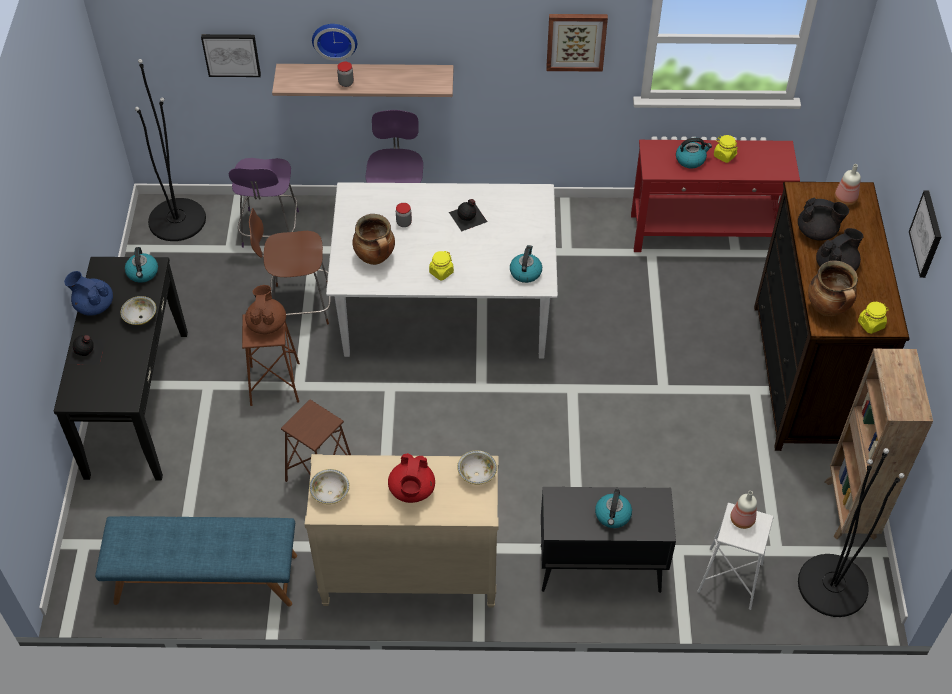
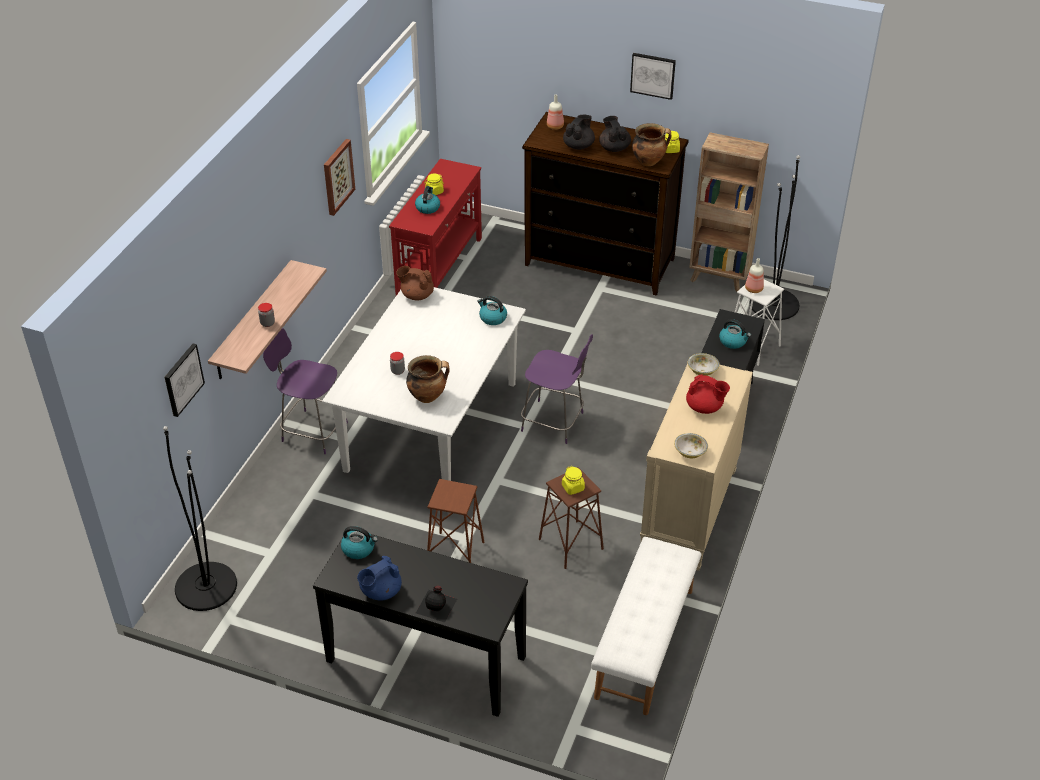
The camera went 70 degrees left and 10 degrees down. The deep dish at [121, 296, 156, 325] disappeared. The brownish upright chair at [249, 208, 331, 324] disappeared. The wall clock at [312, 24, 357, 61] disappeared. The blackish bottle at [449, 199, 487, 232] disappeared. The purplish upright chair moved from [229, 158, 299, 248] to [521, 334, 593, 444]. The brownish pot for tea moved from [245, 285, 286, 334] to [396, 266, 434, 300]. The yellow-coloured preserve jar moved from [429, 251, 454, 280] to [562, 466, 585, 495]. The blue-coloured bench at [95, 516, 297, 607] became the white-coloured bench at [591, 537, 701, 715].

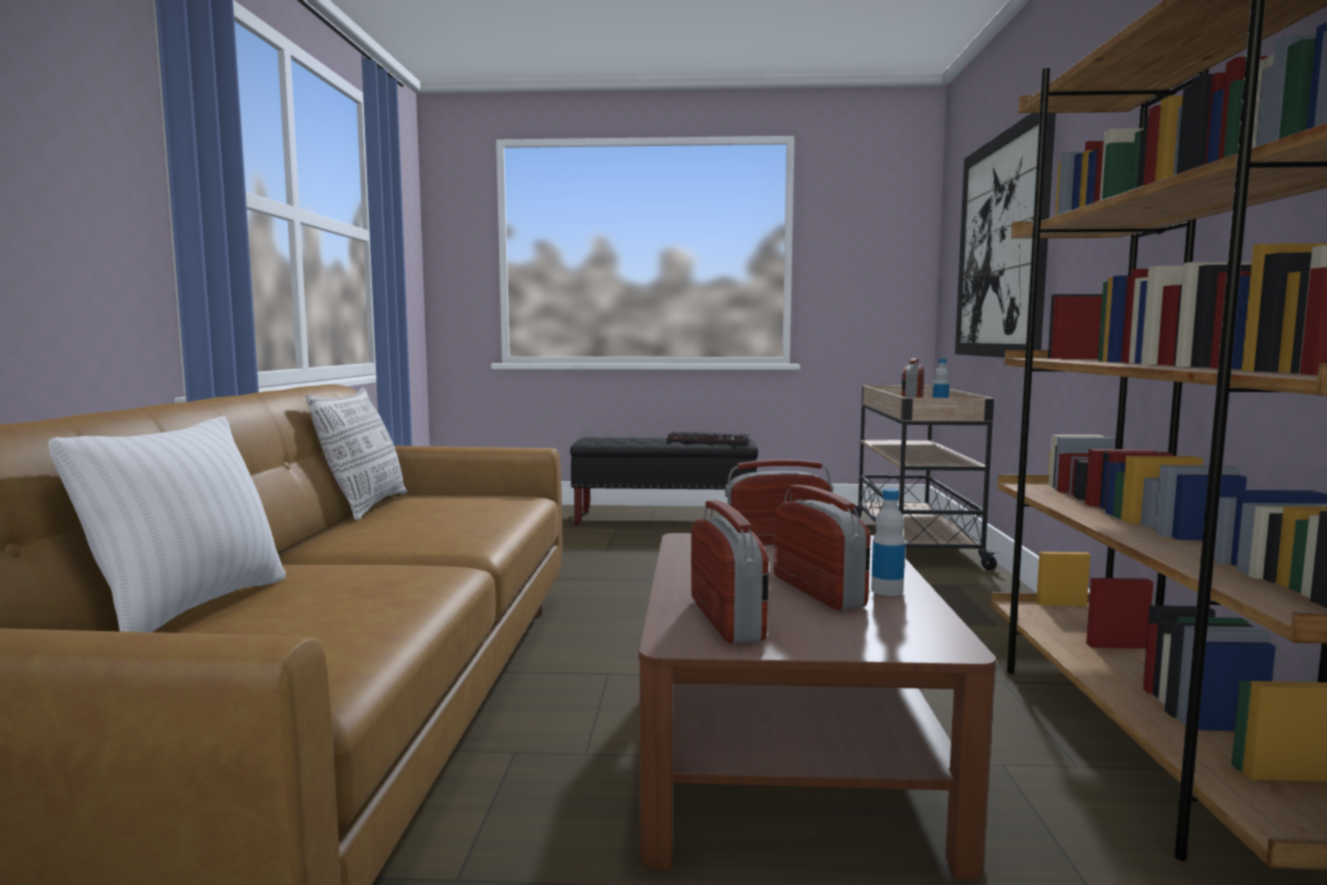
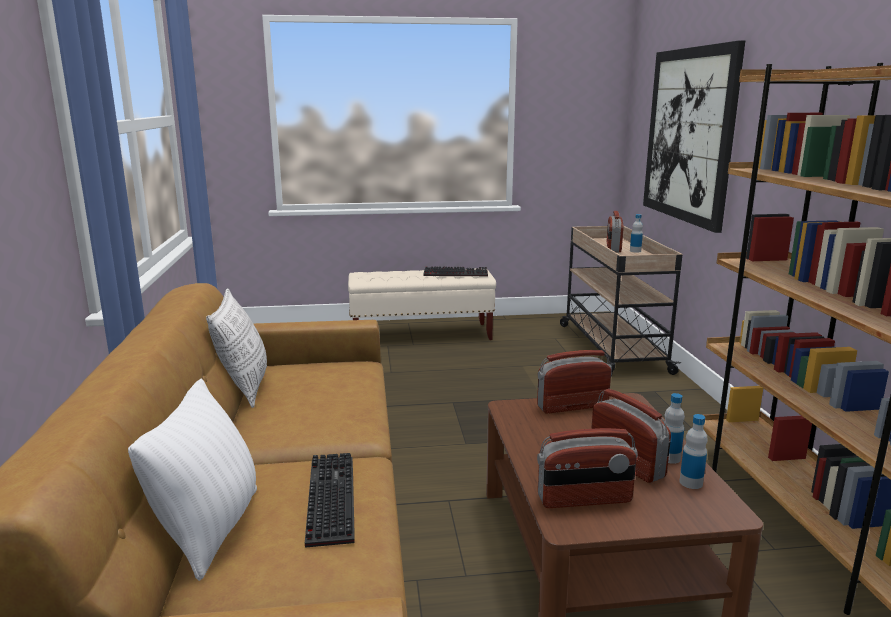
The camera went 10 degrees left and 10 degrees up. The PC keyboard at [305, 453, 355, 548] appeared. The bottle at [679, 414, 708, 489] appeared. The blackish bench at [570, 437, 758, 526] became the sand-coloured bench at [348, 268, 496, 340]. The radio receiver at [691, 500, 769, 643] turned 105 degrees clockwise.

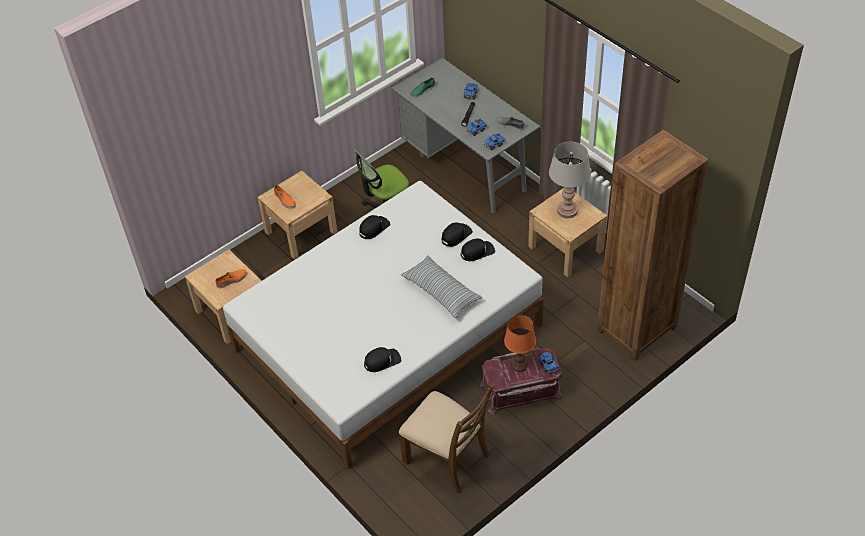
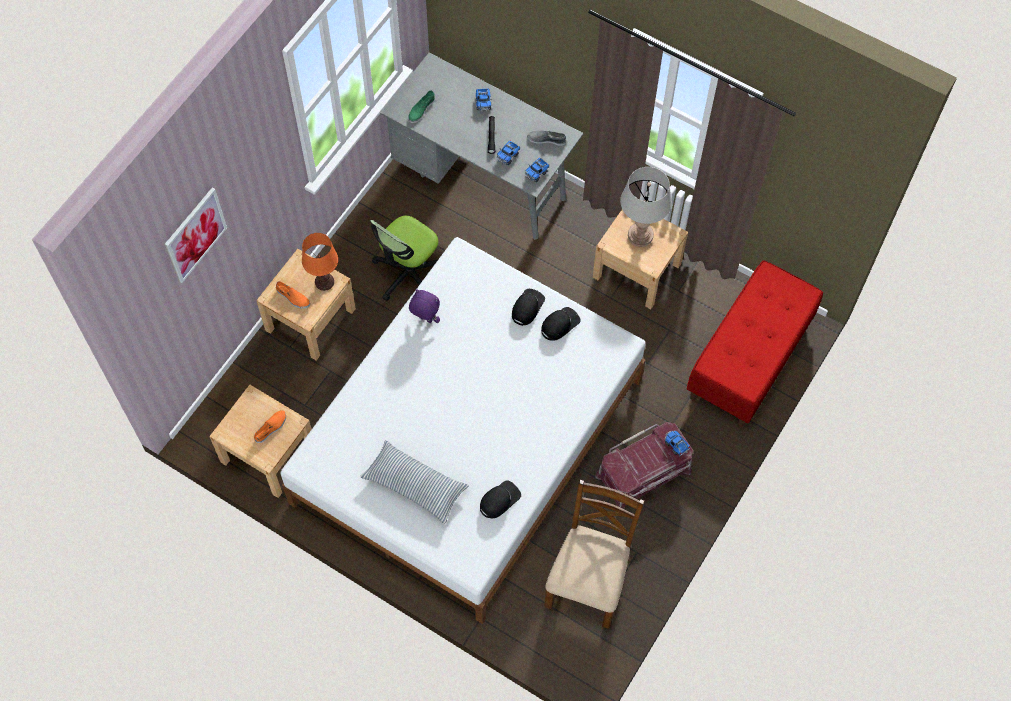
The camera went 20 degrees left and 15 degrees up. The wall art at [165, 187, 227, 283] appeared. The pillow moved from [401, 255, 482, 318] to [360, 440, 469, 524]. The orangey lamp for a table moved from [504, 315, 536, 372] to [302, 233, 338, 291]. The blackish peaked cap at [359, 215, 391, 239] was replaced by the purplish soft toy at [409, 289, 440, 323]. The brownish bookshelf at [597, 130, 709, 361] was replaced by the red bench at [687, 260, 823, 427]. The brownish upright chair at [399, 383, 494, 494] turned 90 degrees counterclockwise.

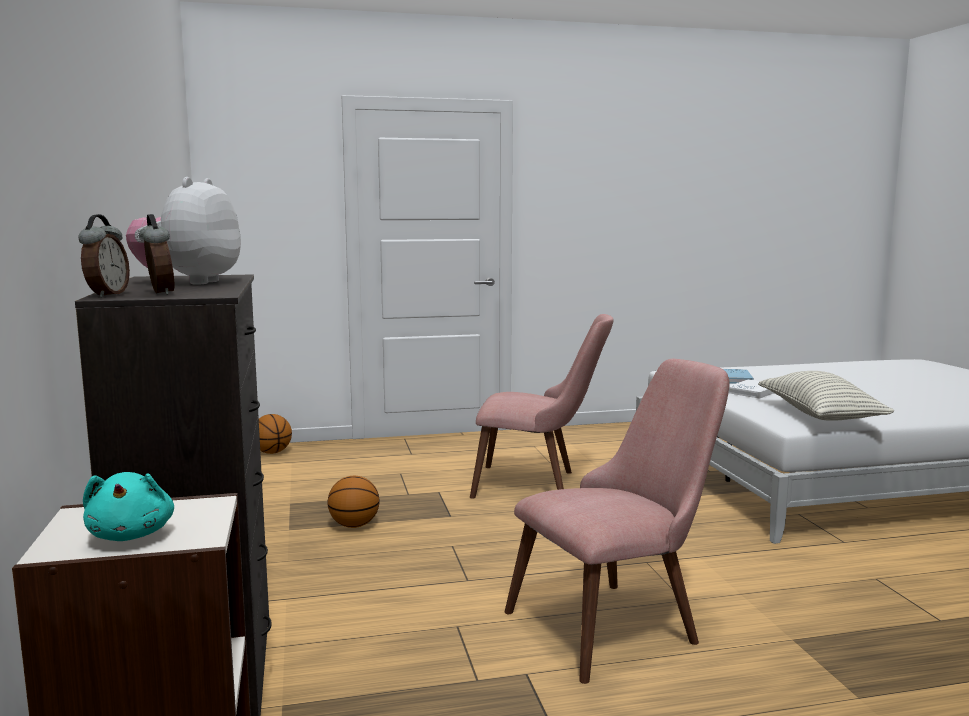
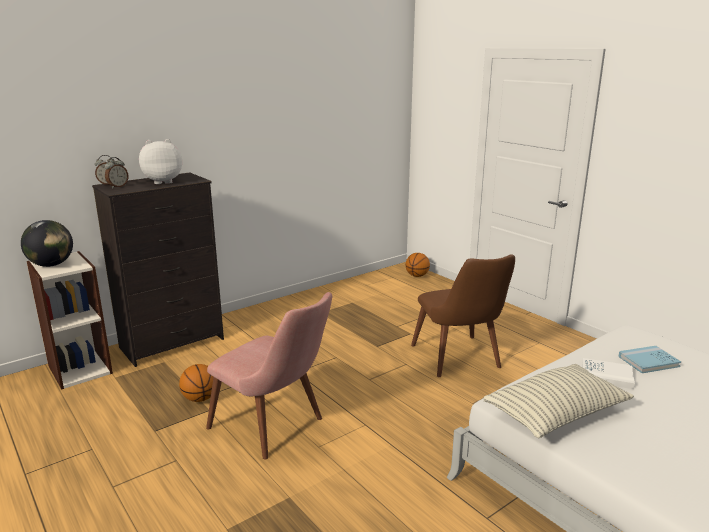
The camera went 65 degrees right and 10 degrees up. The basketball ball moved from [328, 476, 380, 528] to [179, 364, 213, 402]. The turquoise-coloured soft toy at [83, 472, 174, 541] was replaced by the globe at [21, 220, 73, 267]. The pinkish upright chair at [470, 314, 613, 498] became the brownish upright chair at [411, 254, 515, 377].

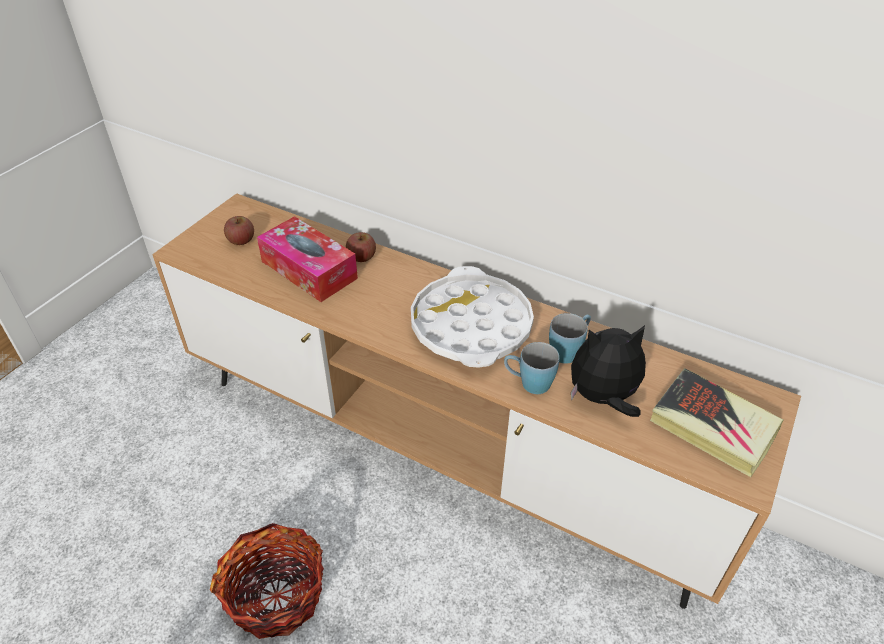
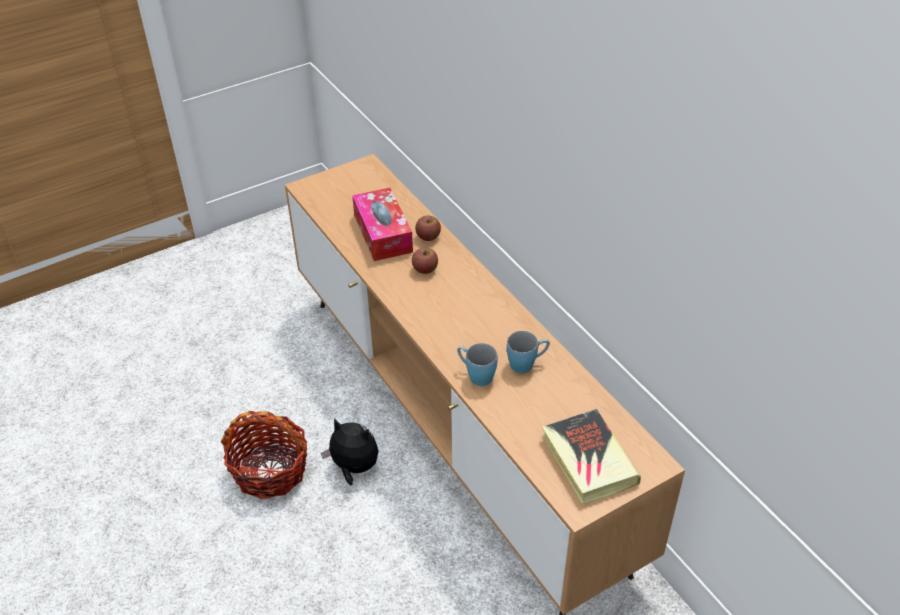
The camera went 30 degrees right and 0 degrees up. The white-coloured serving tray at [411, 266, 534, 367] disappeared. The apple fruit moved from [224, 216, 254, 245] to [412, 247, 438, 274]. The soft toy moved from [571, 325, 646, 417] to [321, 418, 379, 486].

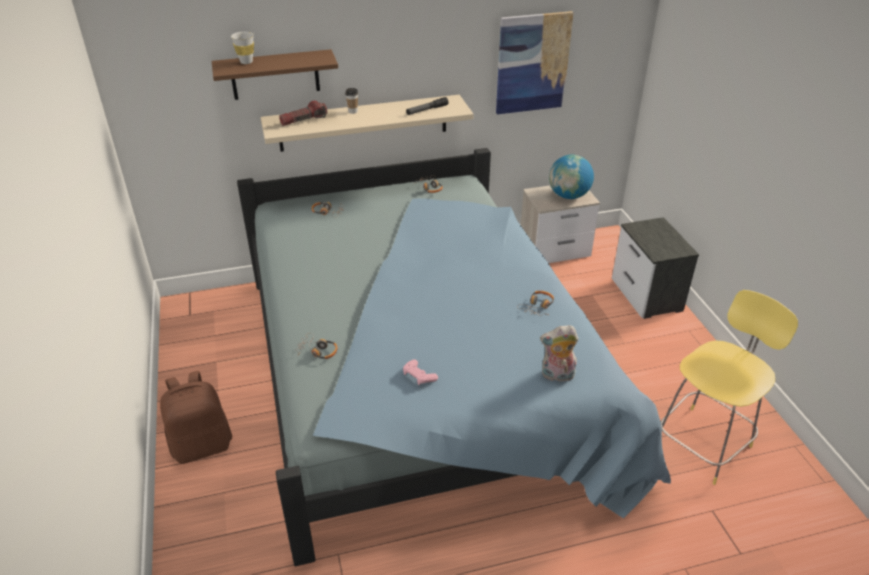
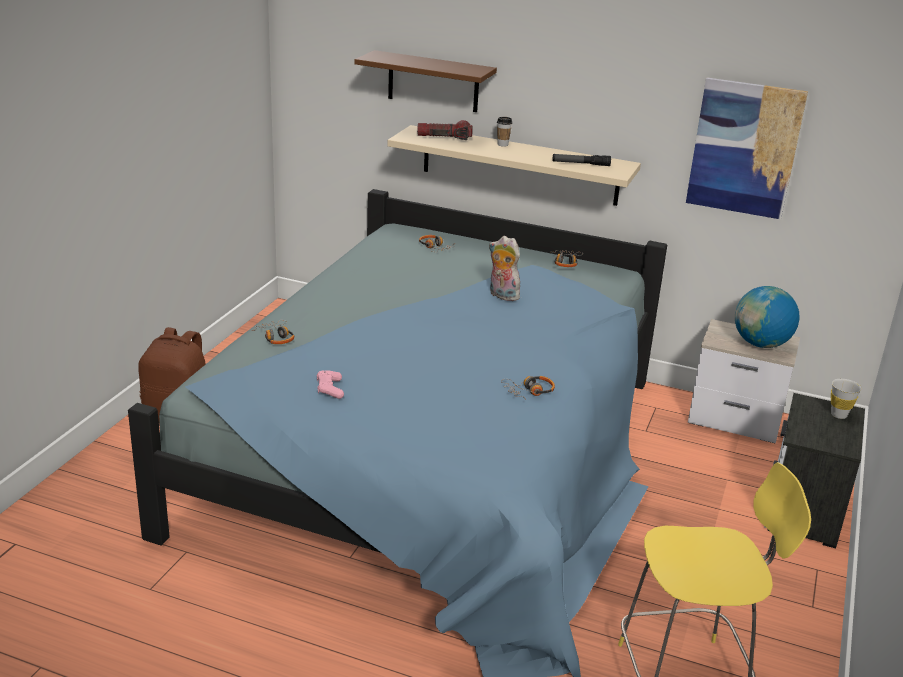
The camera went 35 degrees right and 10 degrees down. The white-coloured drinking cup moved from [231, 32, 254, 64] to [831, 379, 862, 419]. The soft toy moved from [540, 325, 579, 382] to [489, 236, 520, 301].

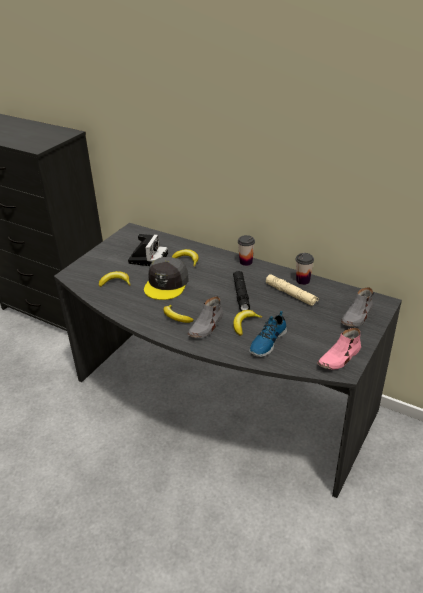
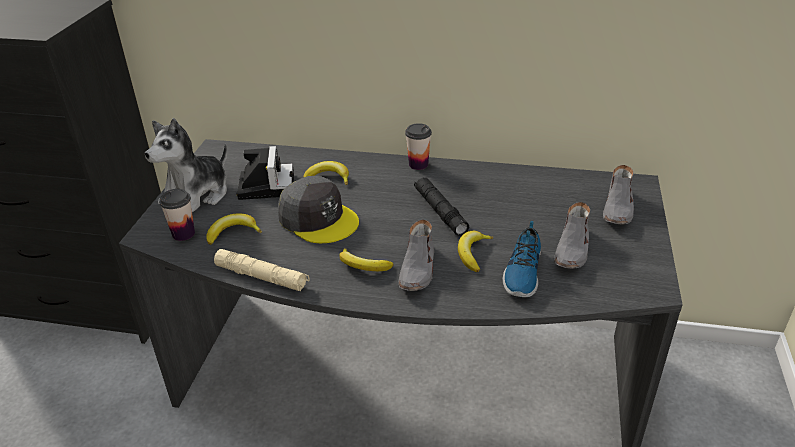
The camera went 20 degrees left and 0 degrees up. The pinkish low shoe at [317, 328, 361, 370] disappeared. The soft toy at [145, 118, 227, 212] appeared. The gray low shoe at [554, 202, 590, 269] appeared. The sand-coloured torch moved from [266, 274, 319, 306] to [214, 249, 310, 291]. The drinking cup moved from [296, 253, 314, 285] to [159, 189, 195, 241]. The gray peaked cap at [144, 257, 189, 300] turned 45 degrees counterclockwise.

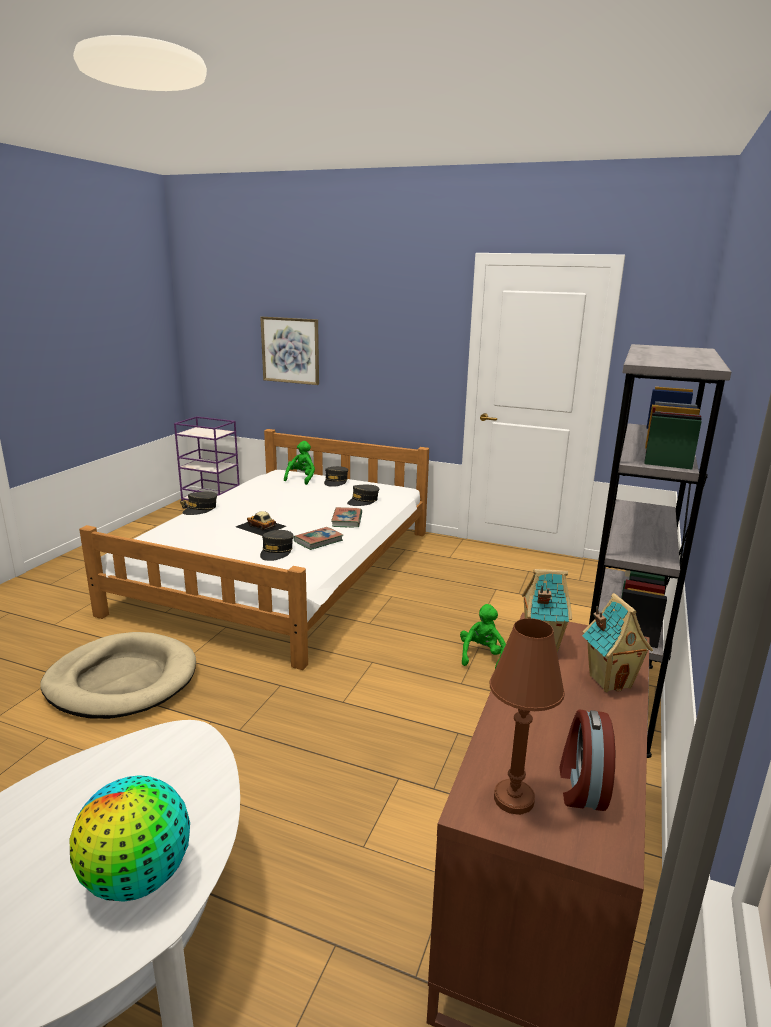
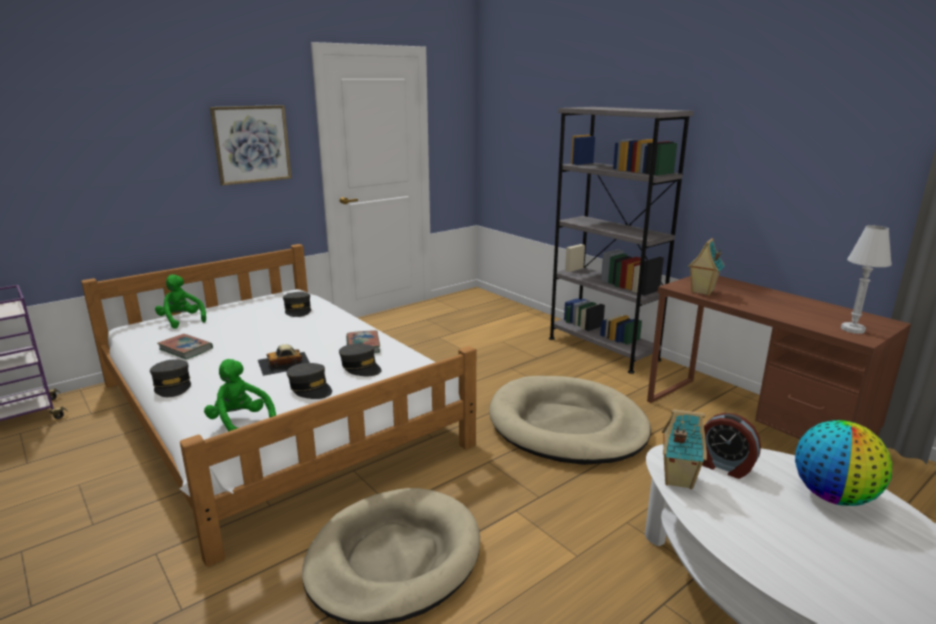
The camera went 60 degrees left and 0 degrees up. The sand-coloured pet bed at [489, 376, 651, 465] appeared. The wall art moved from [260, 317, 319, 385] to [210, 105, 292, 186]. The gray peaked cap moved from [324, 466, 348, 487] to [287, 363, 332, 399]. The book moved from [331, 507, 362, 527] to [157, 334, 213, 359]. The greenish soft toy moved from [460, 604, 506, 668] to [204, 359, 276, 432]. The table clock moved from [559, 709, 615, 811] to [702, 413, 761, 479]. The miniature house moved from [582, 593, 653, 692] to [662, 409, 707, 489]. The brownish lamp for a table at [490, 618, 565, 815] became the white-coloured lamp for a table at [841, 225, 892, 334].

